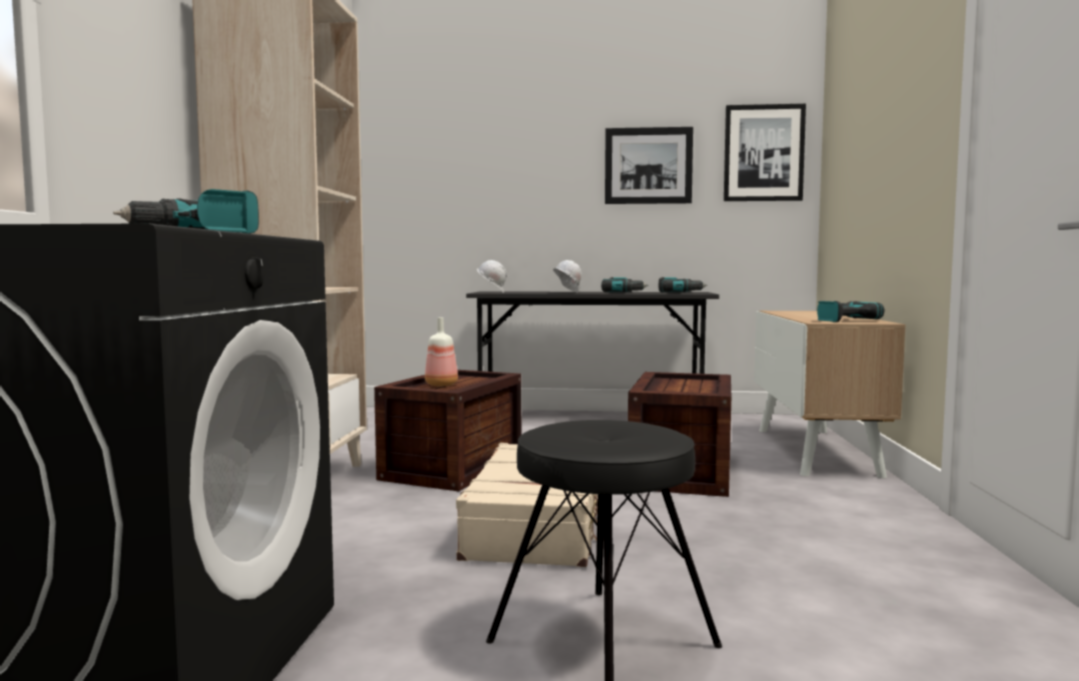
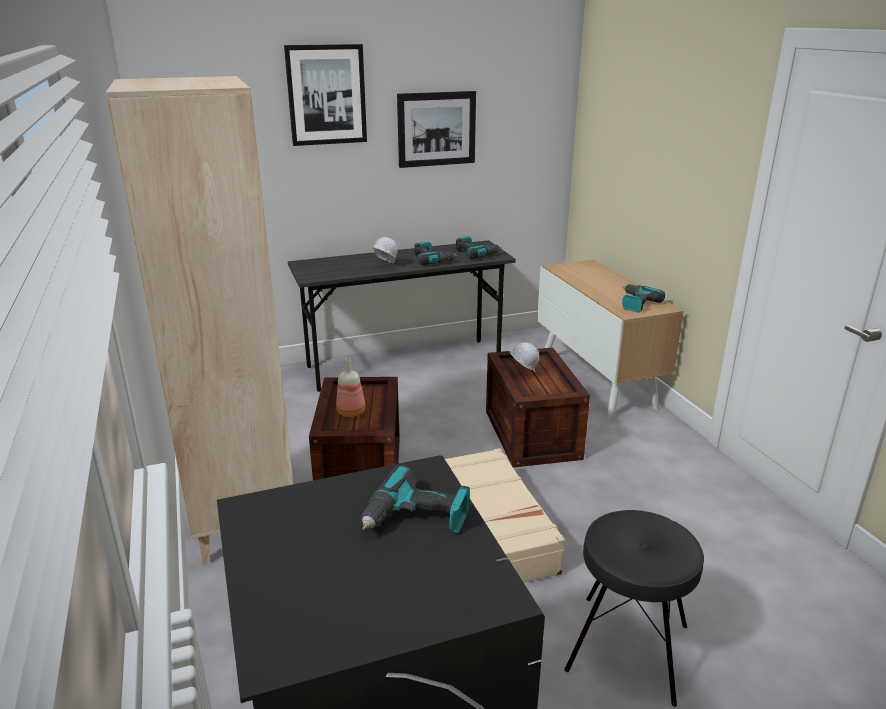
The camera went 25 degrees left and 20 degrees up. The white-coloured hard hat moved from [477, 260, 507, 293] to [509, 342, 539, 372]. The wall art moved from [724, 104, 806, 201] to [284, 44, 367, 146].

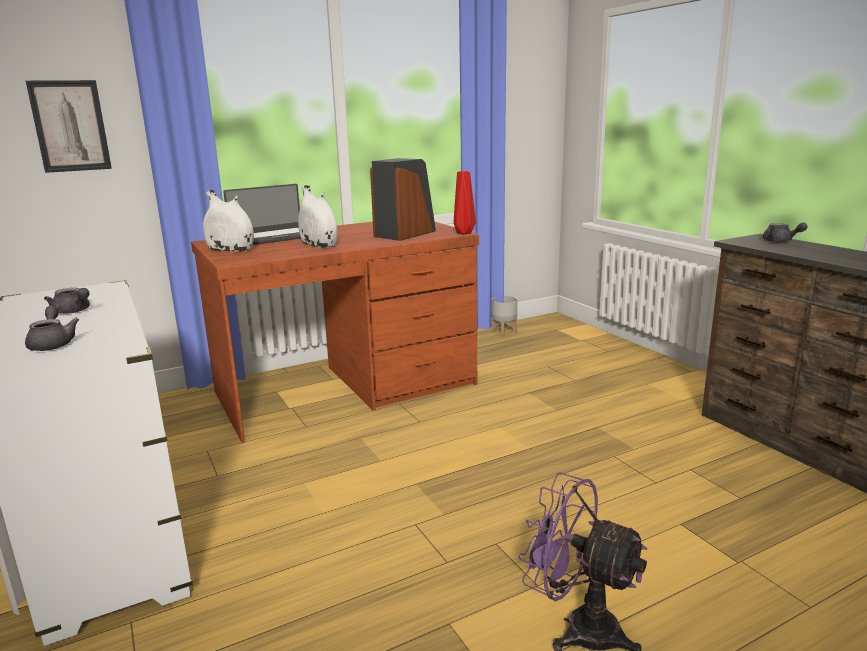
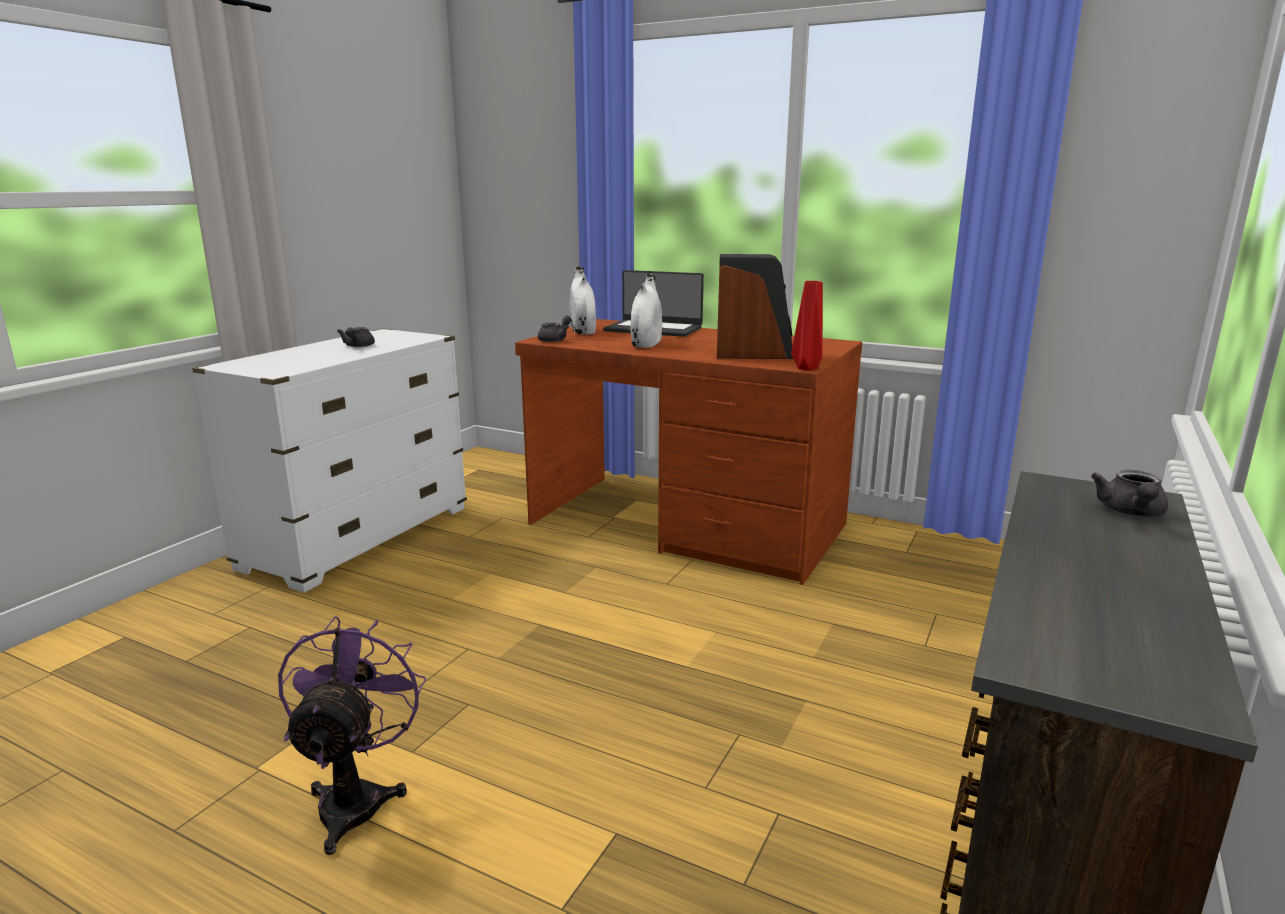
The camera went 55 degrees right and 0 degrees up. The wall art at [26, 80, 112, 173] disappeared. The gray planter at [491, 296, 517, 337] disappeared. The gray pot for tea moved from [25, 306, 79, 351] to [538, 316, 571, 342].

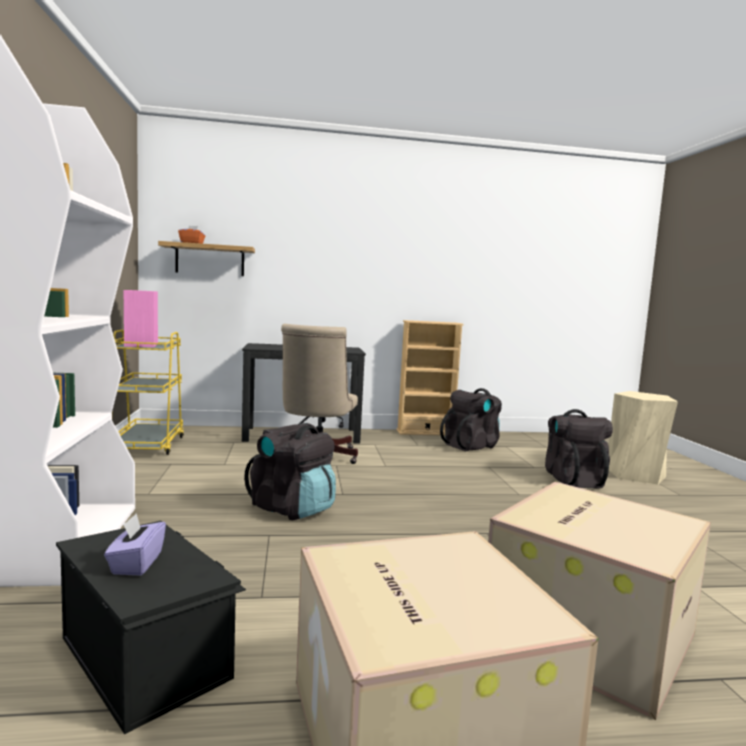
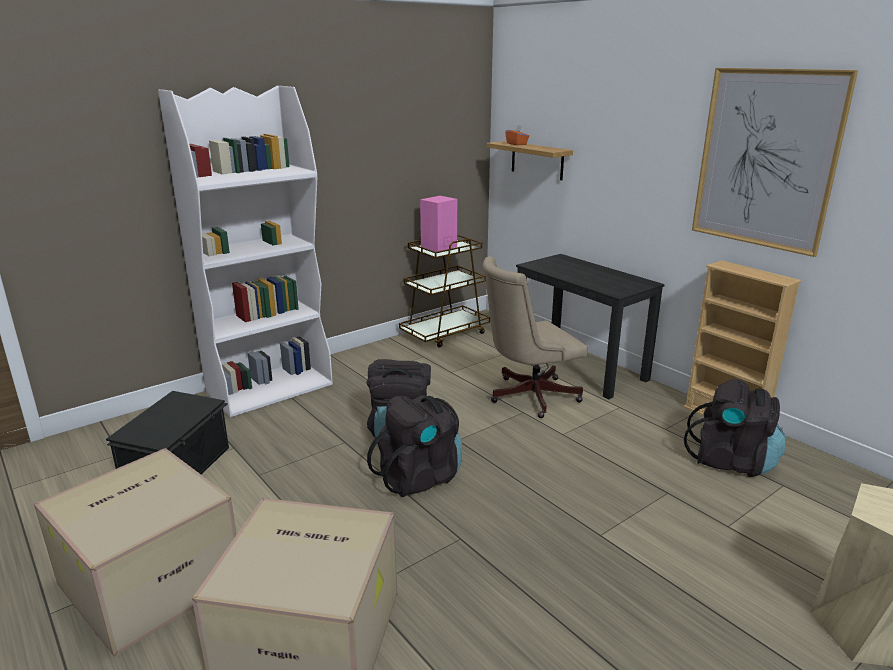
The camera went 60 degrees right and 15 degrees up. The purplish tissue holder at [104, 513, 166, 575] disappeared. The wall art at [692, 68, 858, 257] appeared. The blackish knapsack moved from [545, 409, 613, 489] to [367, 395, 462, 497]. The yellow-coloured wheeled cart at [113, 330, 184, 455] became the brownish wheeled cart at [399, 235, 490, 348].

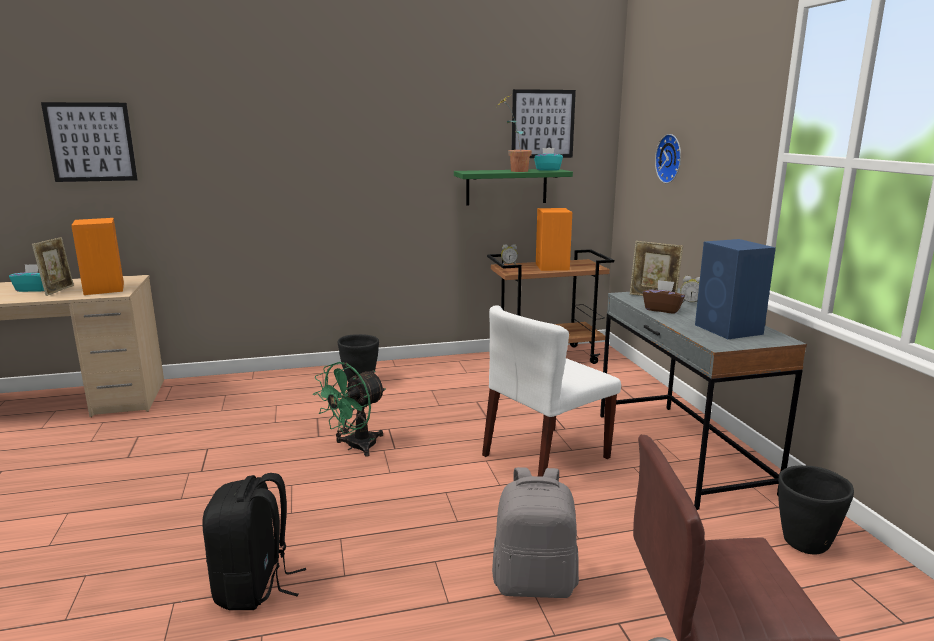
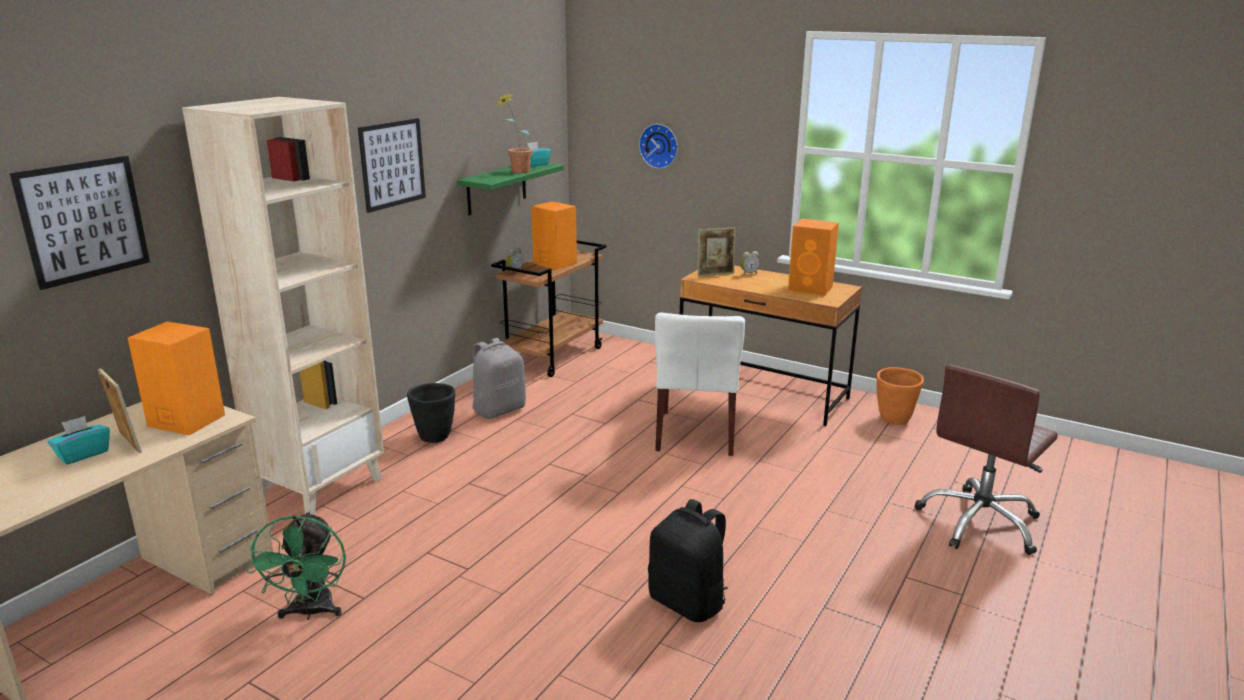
The camera went 45 degrees left and 5 degrees up. The brownish tissue holder at [643, 280, 685, 314] disappeared. The sand-coloured bookshelf at [182, 97, 384, 515] appeared. The greenish cooling fan moved from [313, 362, 386, 457] to [247, 511, 346, 620]. The gray knapsack moved from [492, 467, 579, 598] to [472, 338, 526, 419]. The wall art moved from [512, 89, 576, 158] to [358, 118, 426, 213]. The gray desk table at [600, 288, 807, 510] became the brownish desk table at [680, 266, 862, 426]. The blue-coloured speaker at [695, 239, 776, 339] became the orangey speaker at [788, 219, 839, 296]. The blackish planter at [778, 465, 854, 554] became the orangey planter at [877, 367, 924, 425].

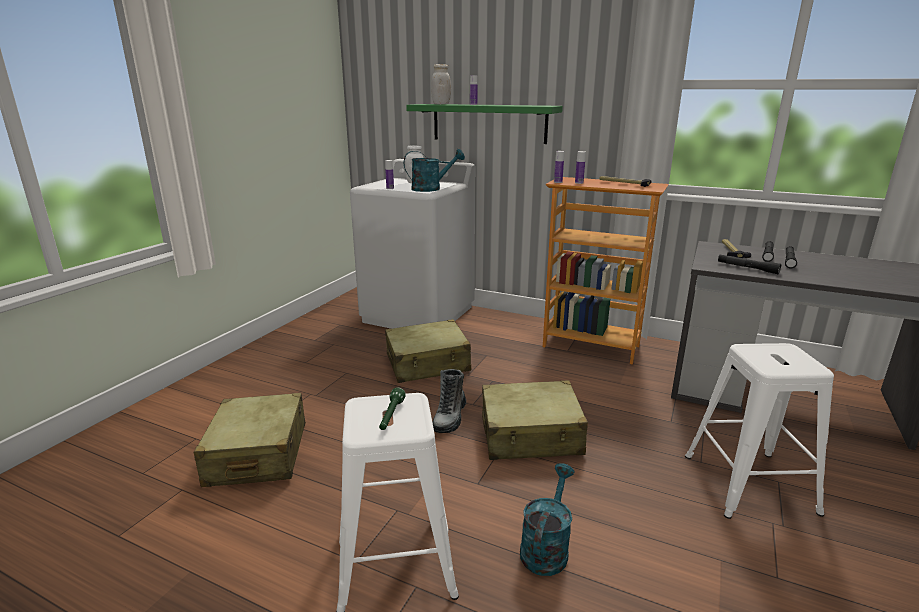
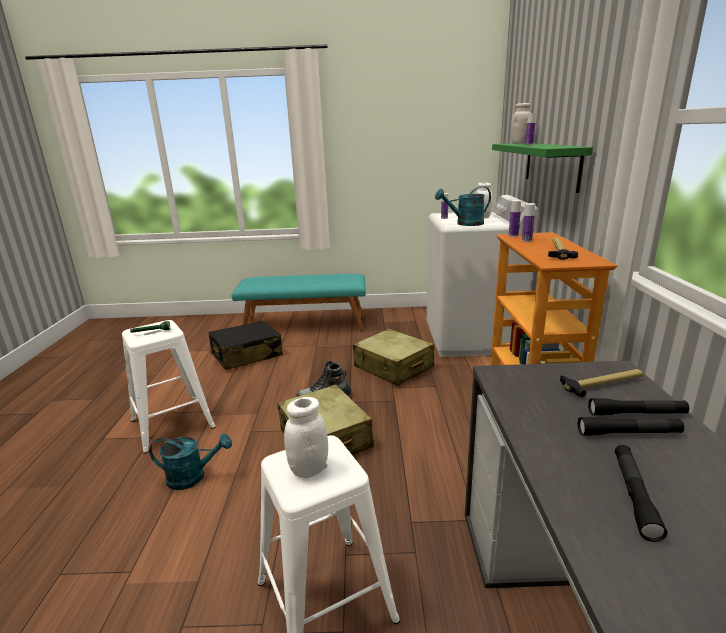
The camera went 65 degrees right and 0 degrees up. The turquoise-coloured bench at [231, 274, 366, 332] appeared. The white-coloured preserve jar at [284, 397, 328, 478] appeared. The blackish torch moved from [718, 254, 781, 274] to [615, 445, 667, 542]. The sand-coloured piece of luggage at [193, 393, 306, 487] became the blackish piece of luggage at [208, 321, 283, 370]. The turquoise-coloured sprinkling can at [404, 149, 465, 192] turned 120 degrees clockwise.

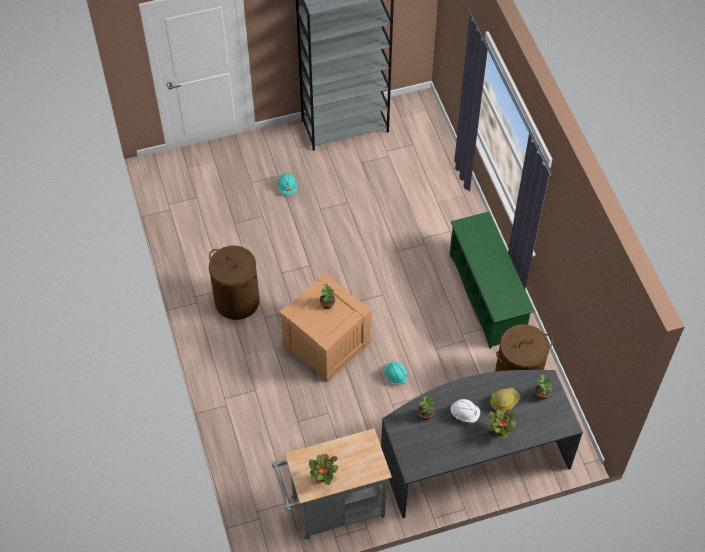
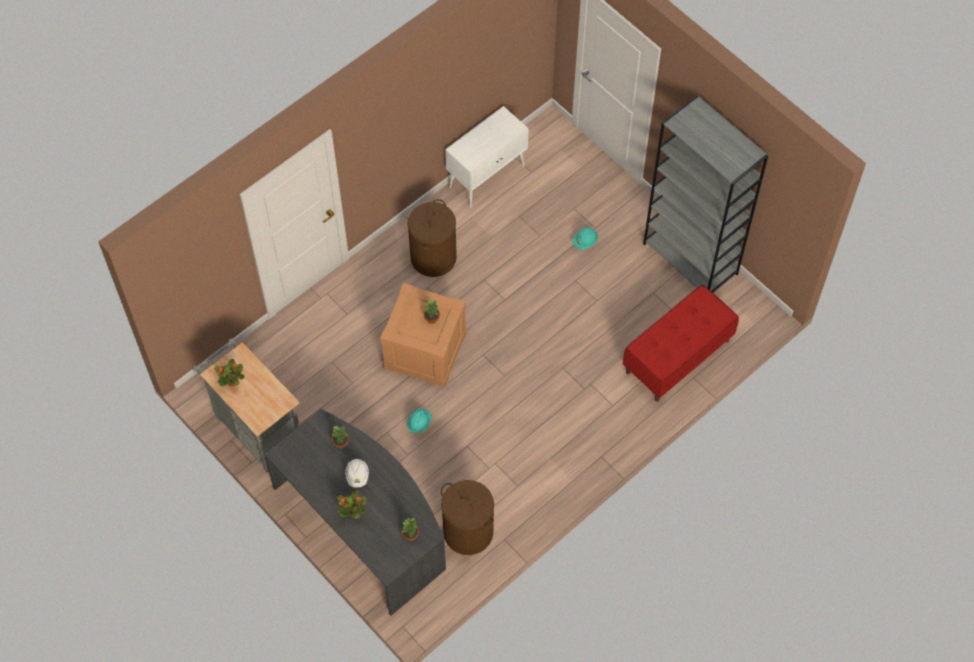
The camera went 65 degrees right and 5 degrees up. The greenish shoe rack at [450, 212, 535, 349] disappeared. The hard hat at [490, 388, 520, 411] disappeared. The white-coloured storage cabinet at [445, 106, 529, 208] appeared. The red bench at [623, 285, 739, 402] appeared.

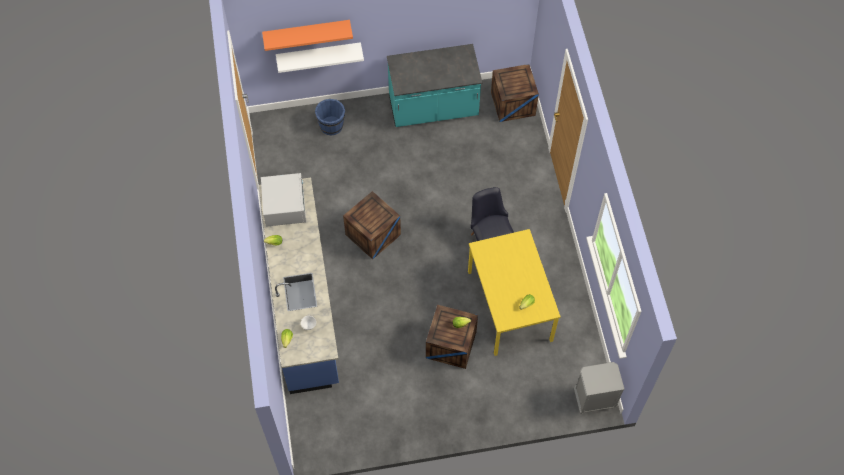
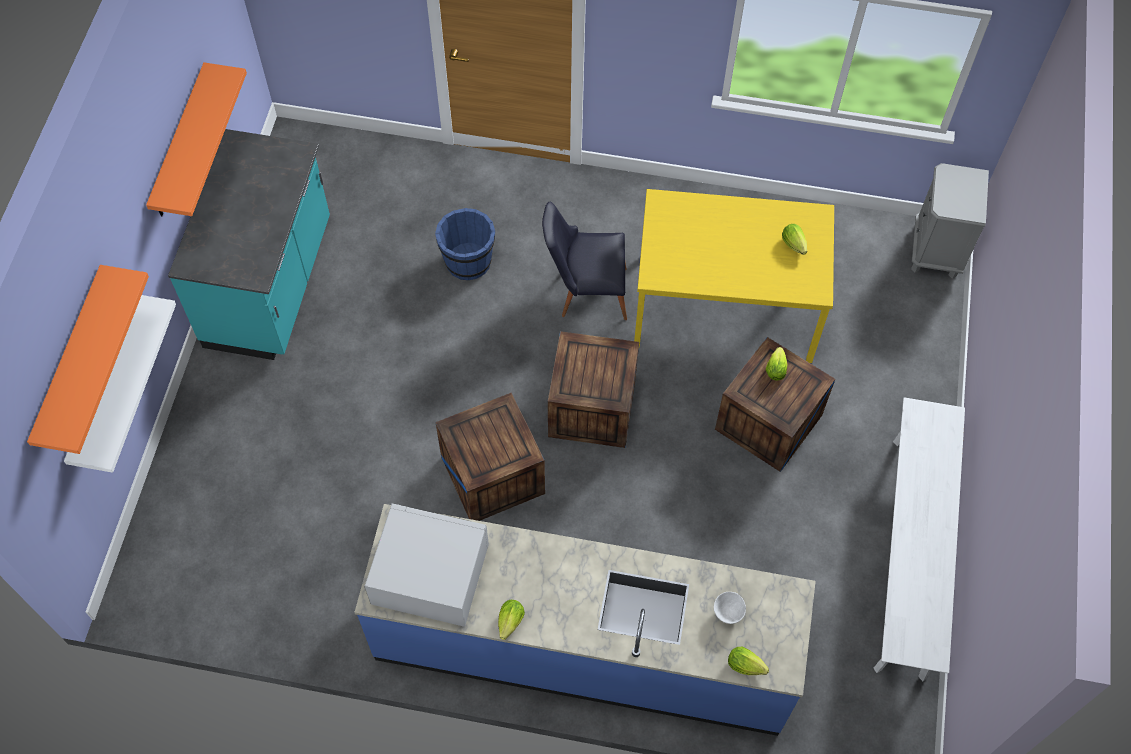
The camera went 70 degrees left and 0 degrees up. The orangey wall shelf at [146, 62, 247, 216] appeared. The white-coloured bench at [874, 397, 965, 681] appeared. The blue-coloured pail moved from [315, 99, 345, 135] to [435, 208, 495, 280]. The shipping crate moved from [491, 64, 539, 122] to [548, 331, 639, 448].

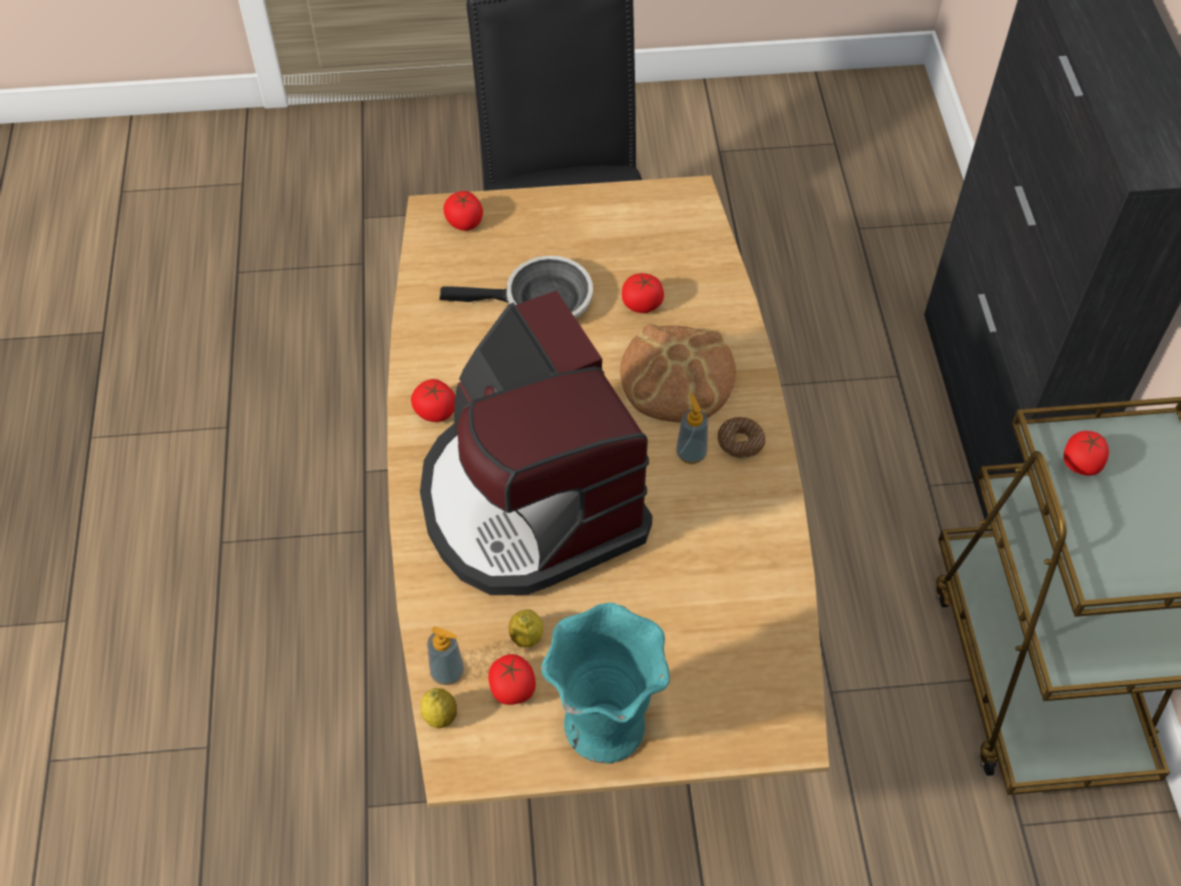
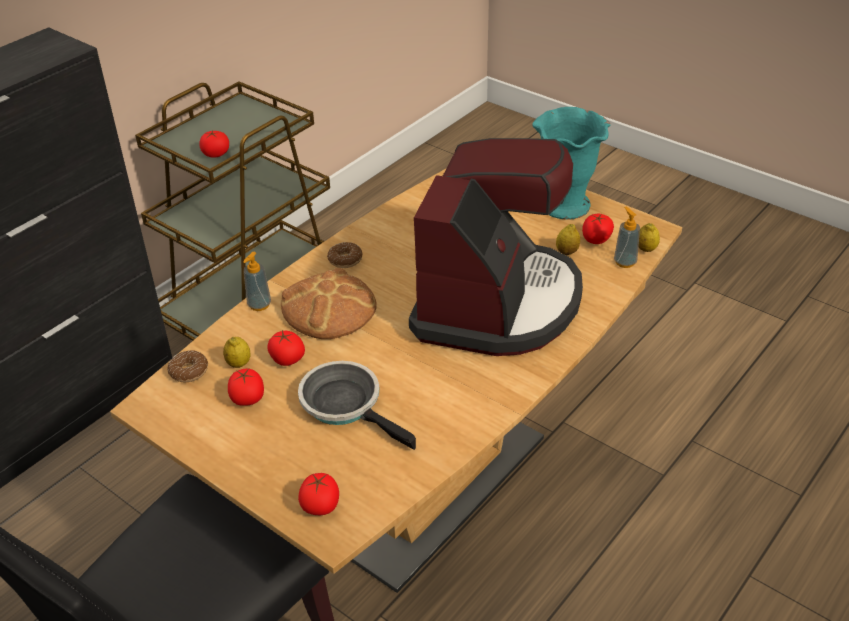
The camera went 135 degrees left and 15 degrees down. The doughnut at [168, 350, 208, 382] appeared. The lemon at [223, 337, 251, 368] appeared. The fresh tomato moved from [411, 379, 455, 422] to [228, 369, 264, 406]. The soap dispenser moved from [676, 393, 708, 464] to [243, 252, 271, 311].

